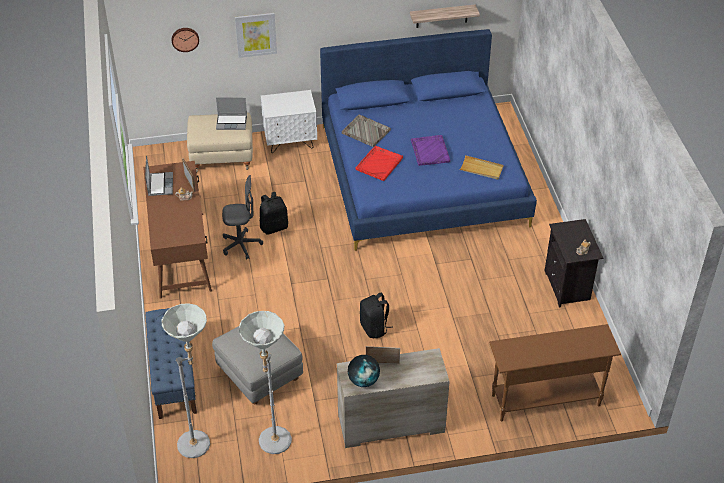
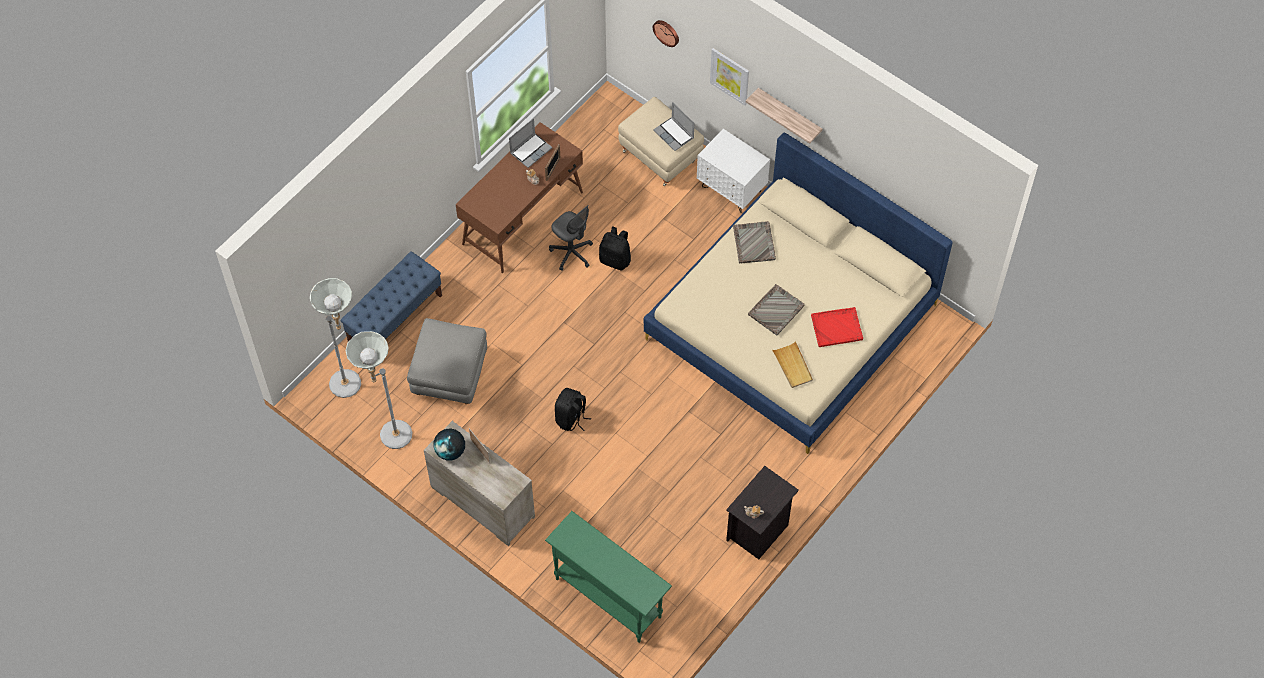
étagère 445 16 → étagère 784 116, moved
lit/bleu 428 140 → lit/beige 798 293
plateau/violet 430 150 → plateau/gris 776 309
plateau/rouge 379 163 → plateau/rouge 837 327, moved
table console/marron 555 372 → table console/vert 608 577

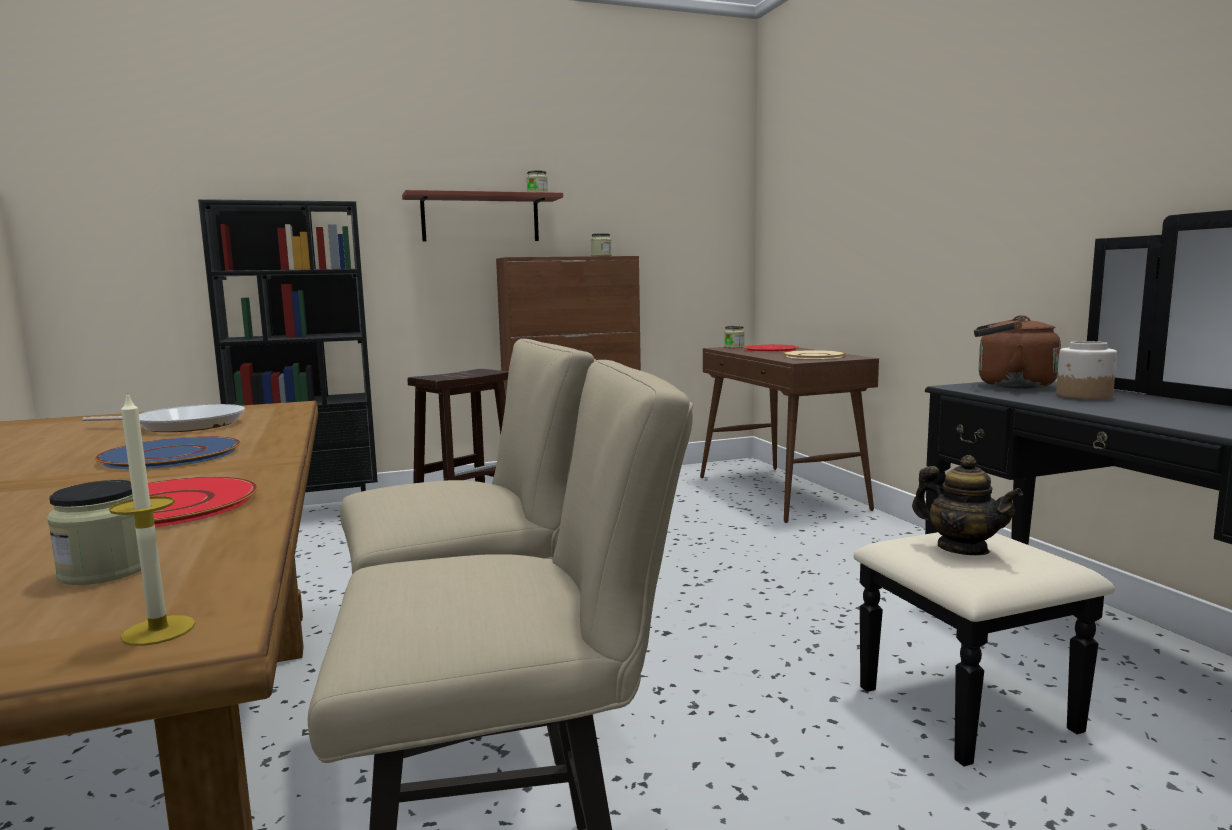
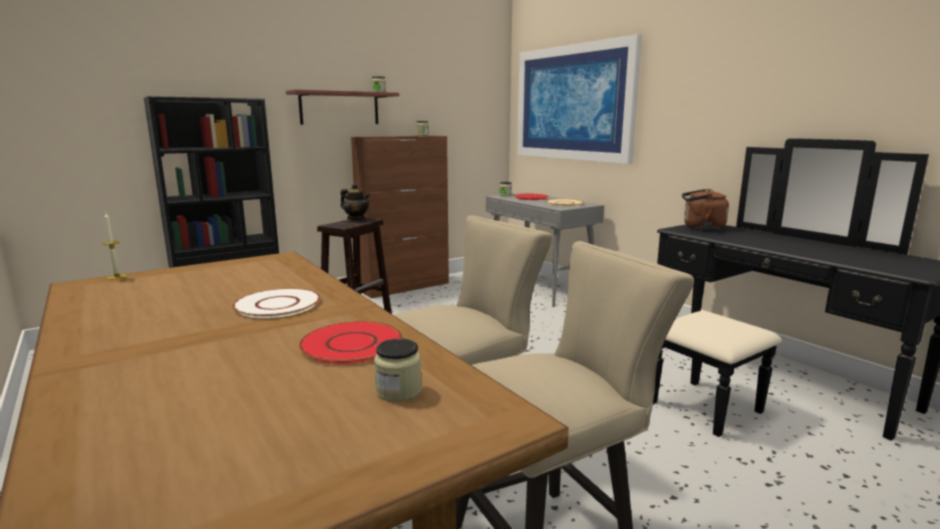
bocal 1086 370 → -
table console/marron 789 435 → table console/gris 545 249
bougie 152 518 → bougie 114 246, moved
poêle 163 418 → -
assiette/bleu 168 452 → assiette/blanc 276 303
théière 967 505 → théière 355 201, moved
- → tableau 579 99

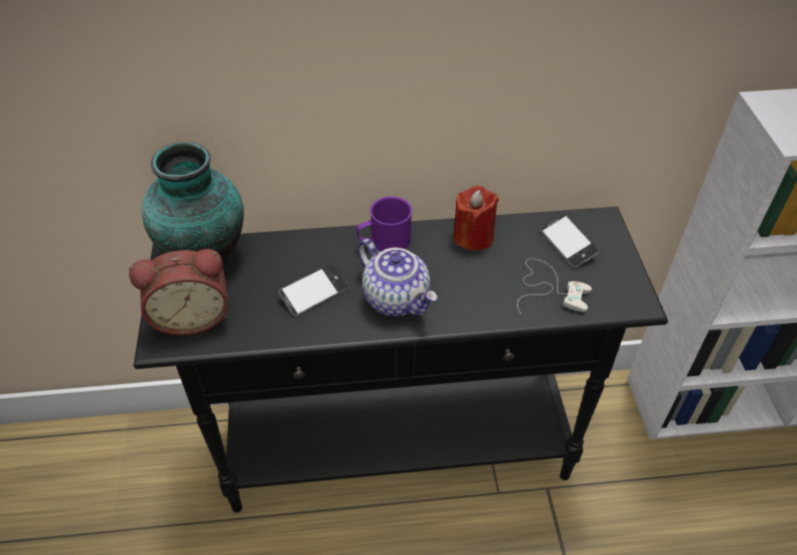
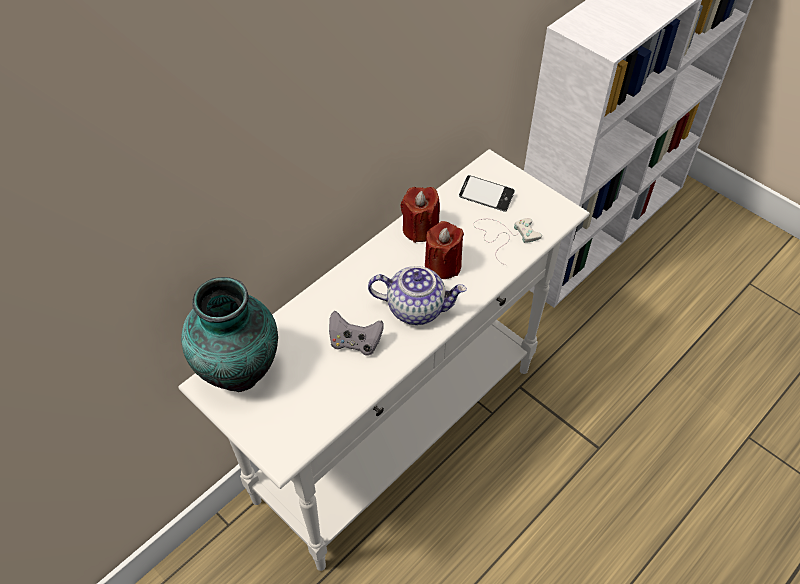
mug/violet 384 223 → -
table console/noir 401 360 → table console/blanc 384 360
réveil 178 292 → -
téléphone 314 289 → manette/gris 356 333
- → bougie/rouge 444 250

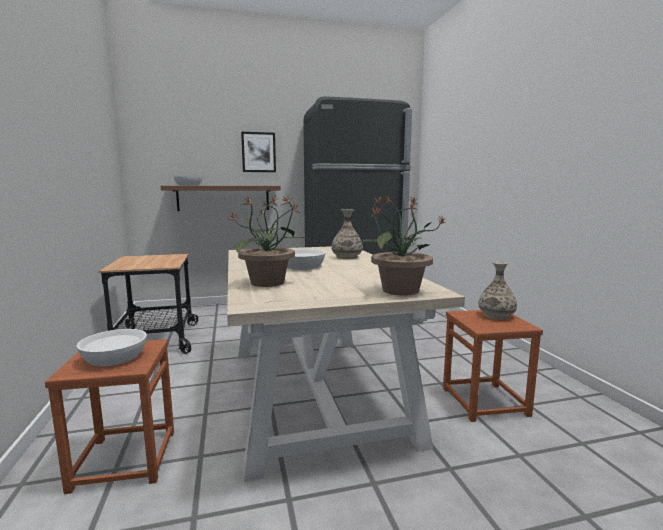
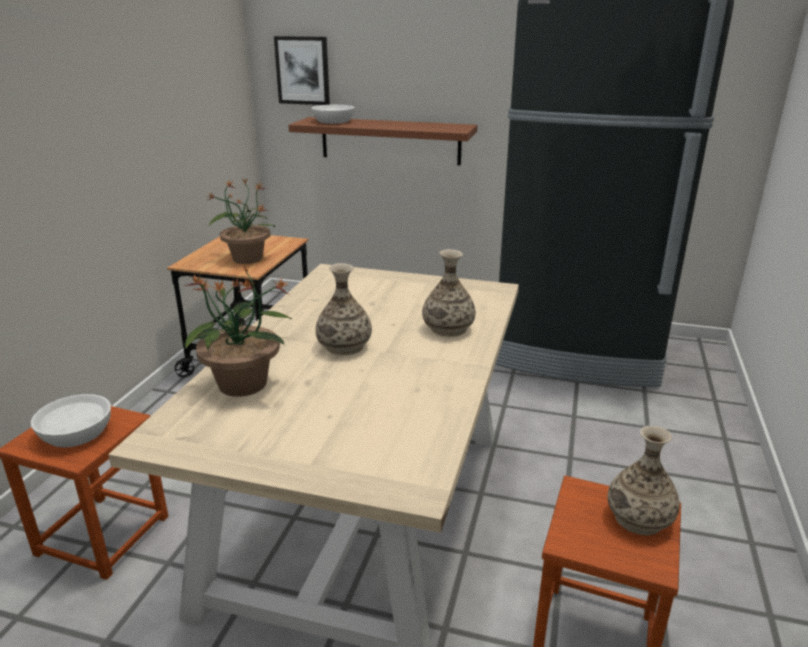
tableau 258 152 → tableau 302 70, moved
plante en pot 400 246 → plante en pot 240 221, moved
bol/blanc 306 259 → vase 343 309

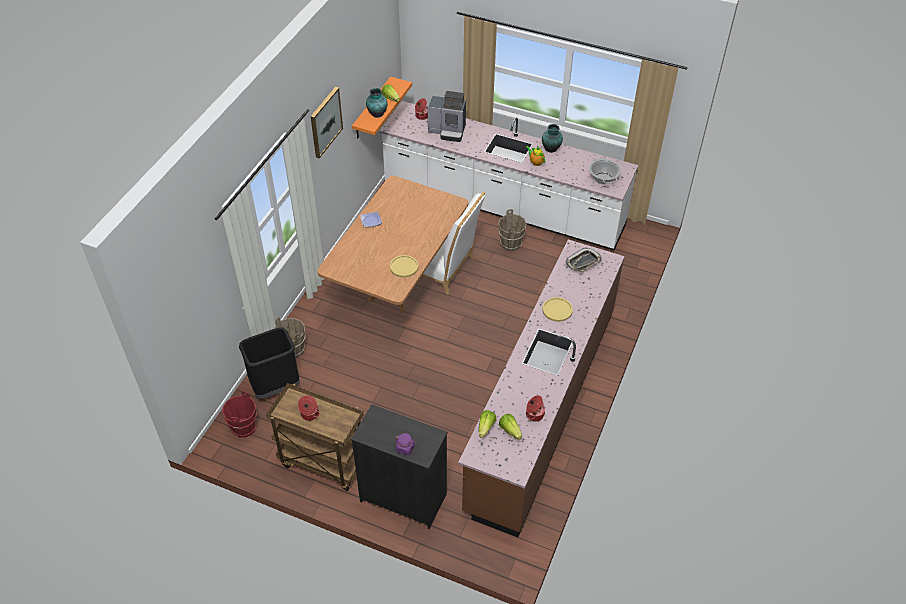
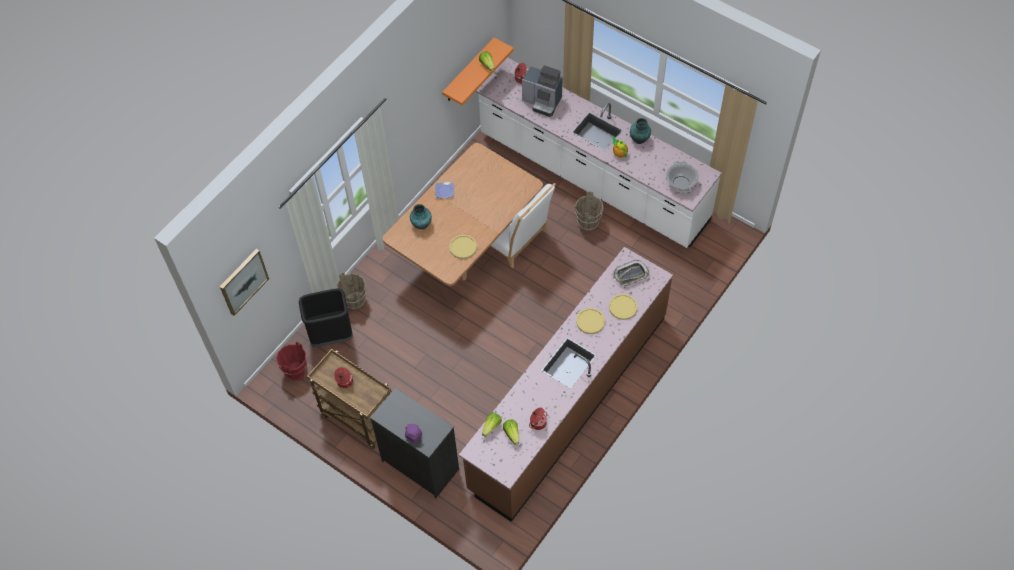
tableau 327 123 → tableau 244 282, moved
vase 376 103 → vase 421 217, moved
- → assiette/jaune 623 307

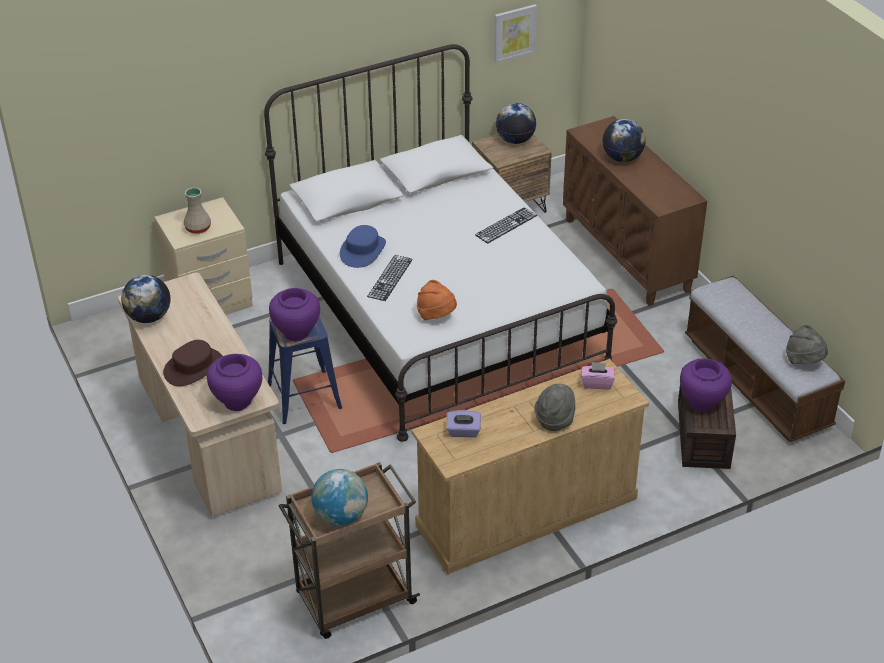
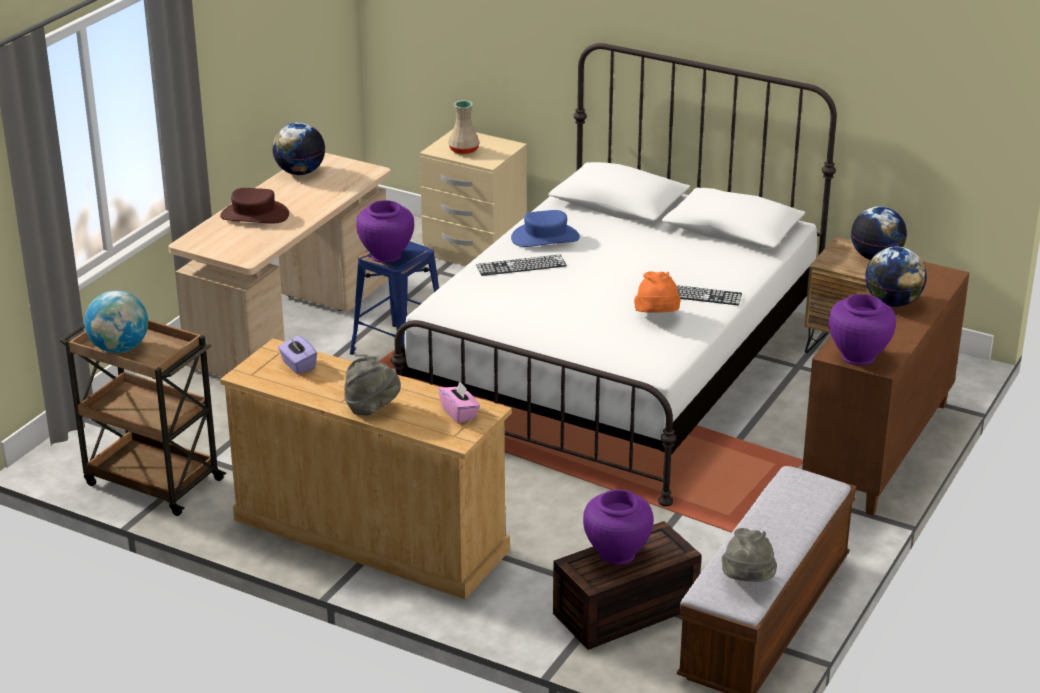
tableau 515 33 → -
chapeau/orange 437 300 → chapeau/orange 657 292, moved
vase/violet 234 382 → vase/violet 862 329, moved

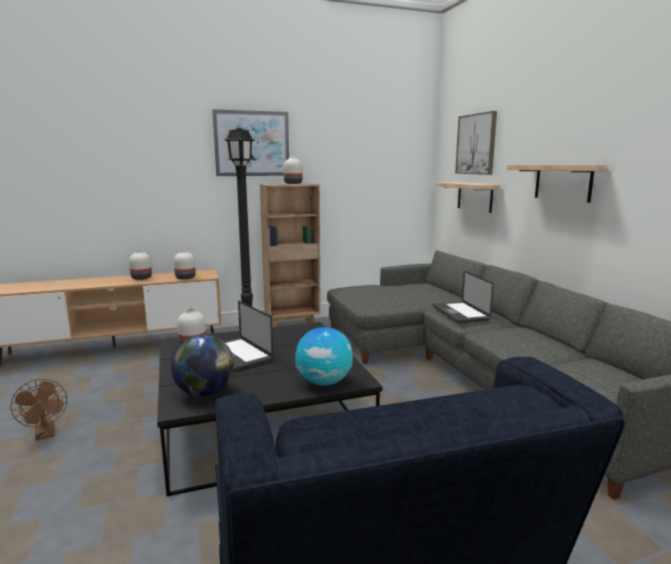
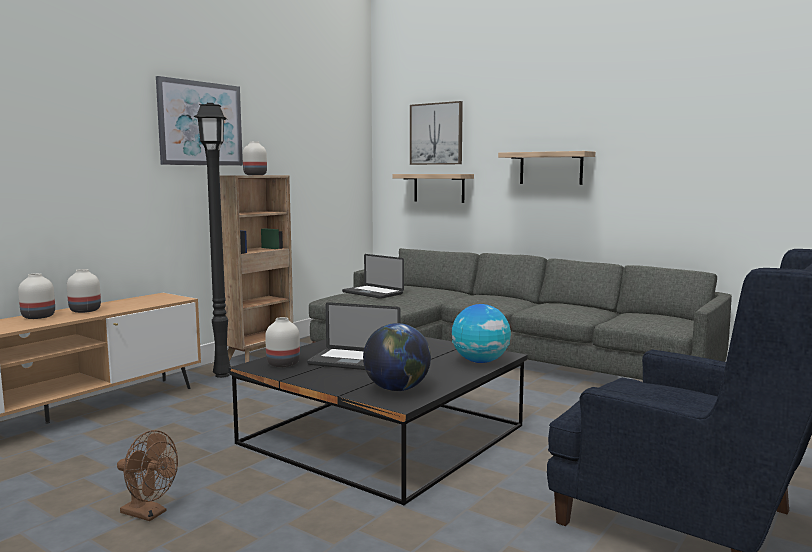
vase/blanc 185 265 → vase/blanc 36 296, moved
ordinateur portable 463 297 → ordinateur portable 373 276, moved

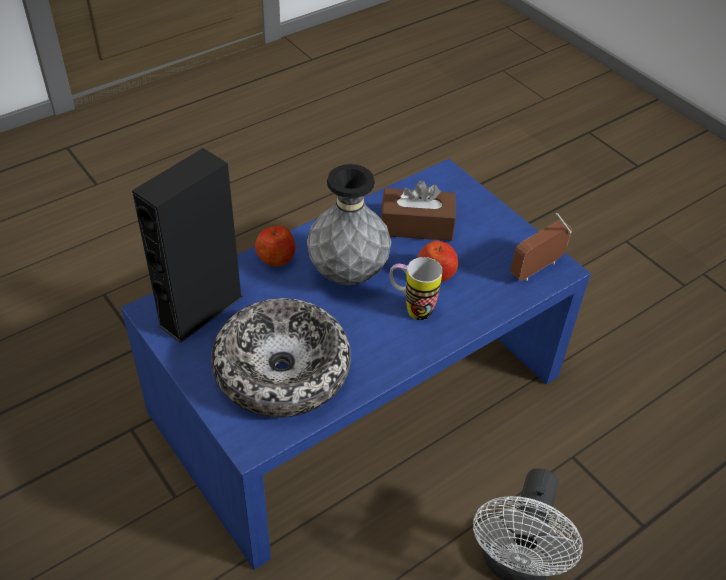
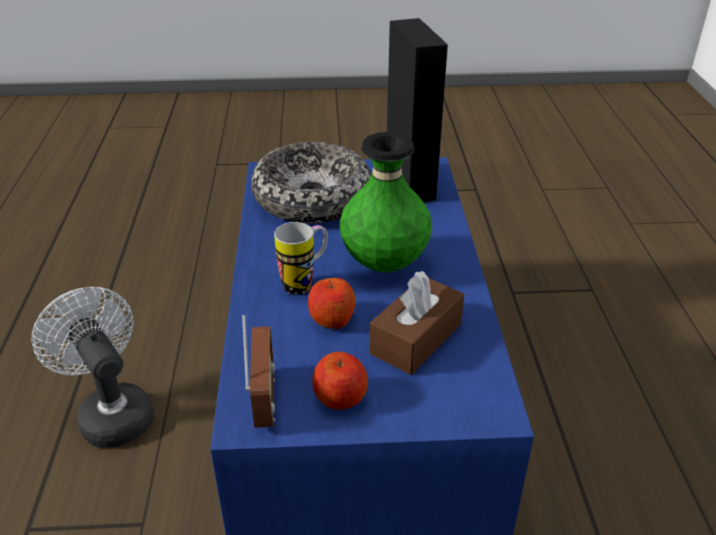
vase/gris 349 224 → vase/vert 385 202
pomme 275 246 → pomme 340 381, moved

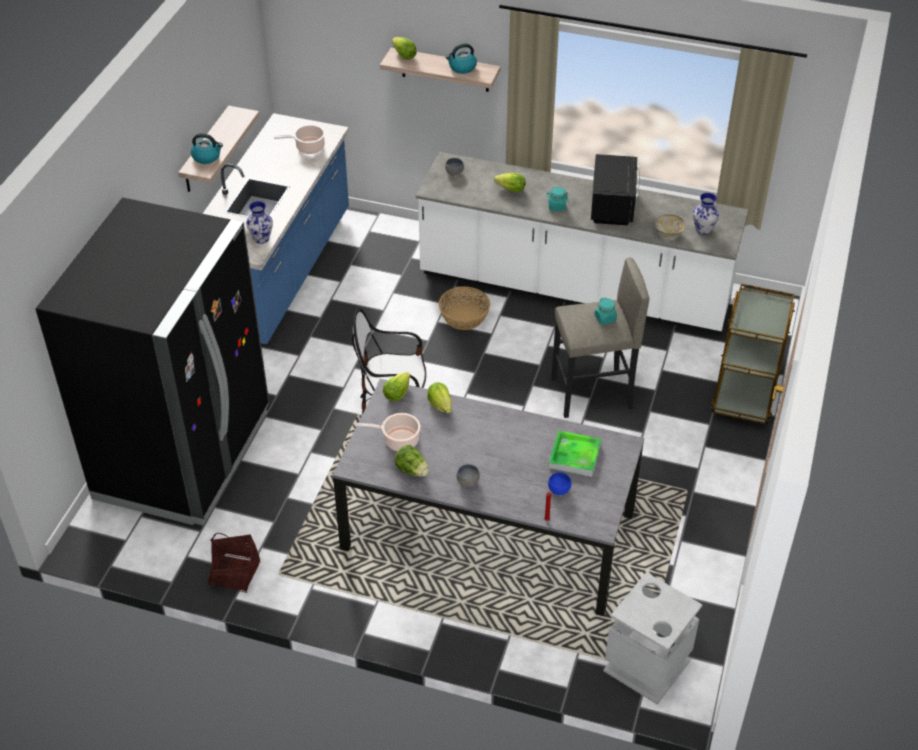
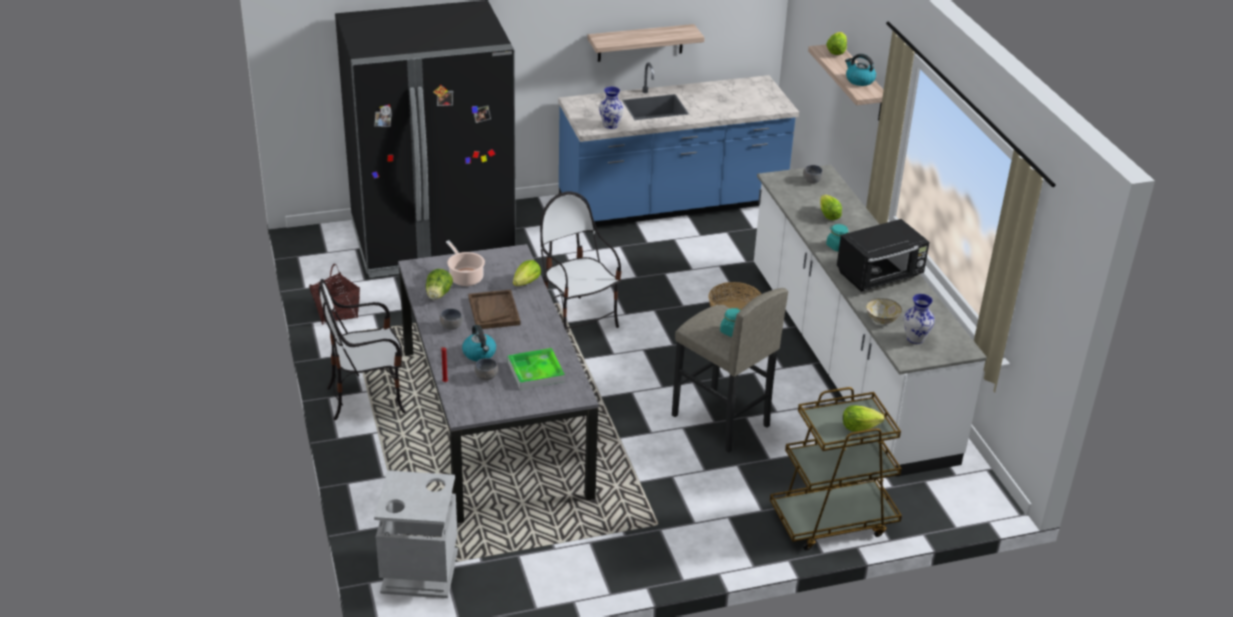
marmite 299 139 → -
bouilloire 207 148 → bouilloire 479 343, moved
laitue 396 387 → laitue 863 419, moved
bol/bleu 559 483 → bol/gris 486 369
- → chaise 362 349
- → plateau/marron 494 309

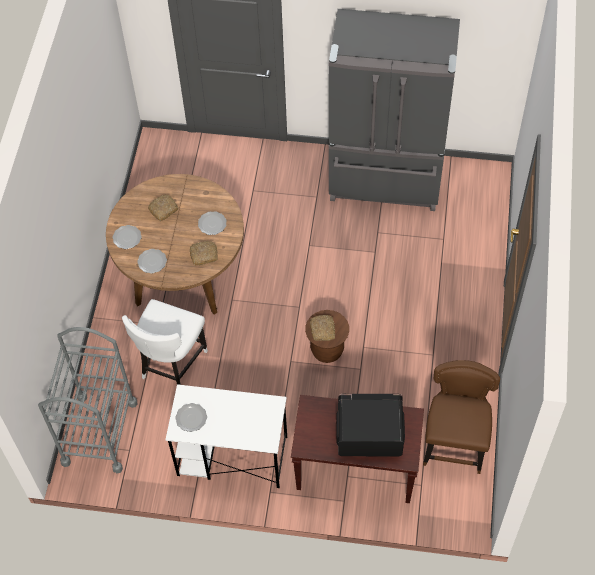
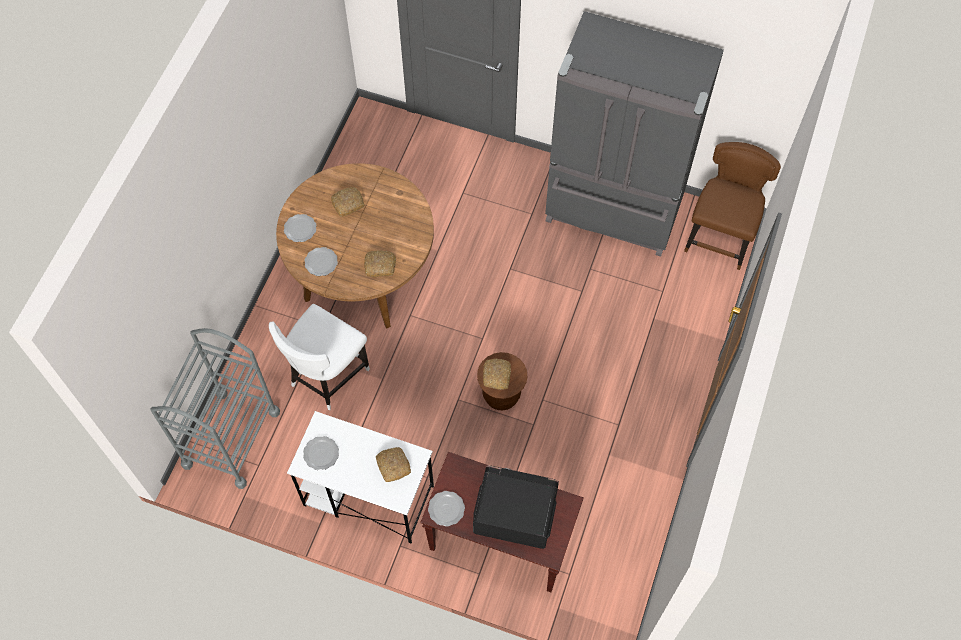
assiette 212 223 → assiette 446 508, moved
chaise/marron 461 417 → chaise/marron 732 206, moved
- → pain 393 464

